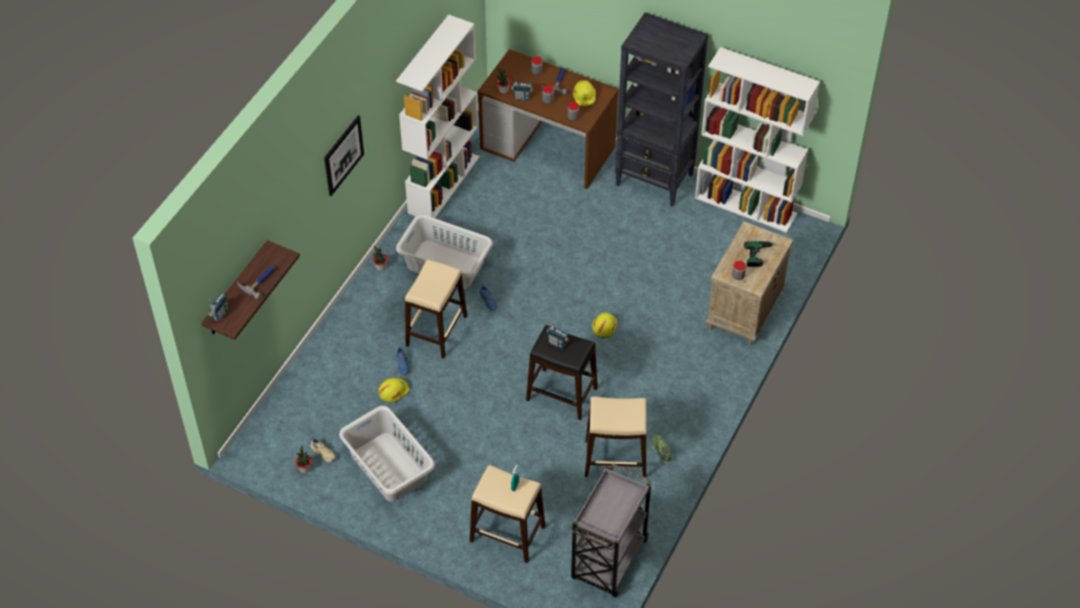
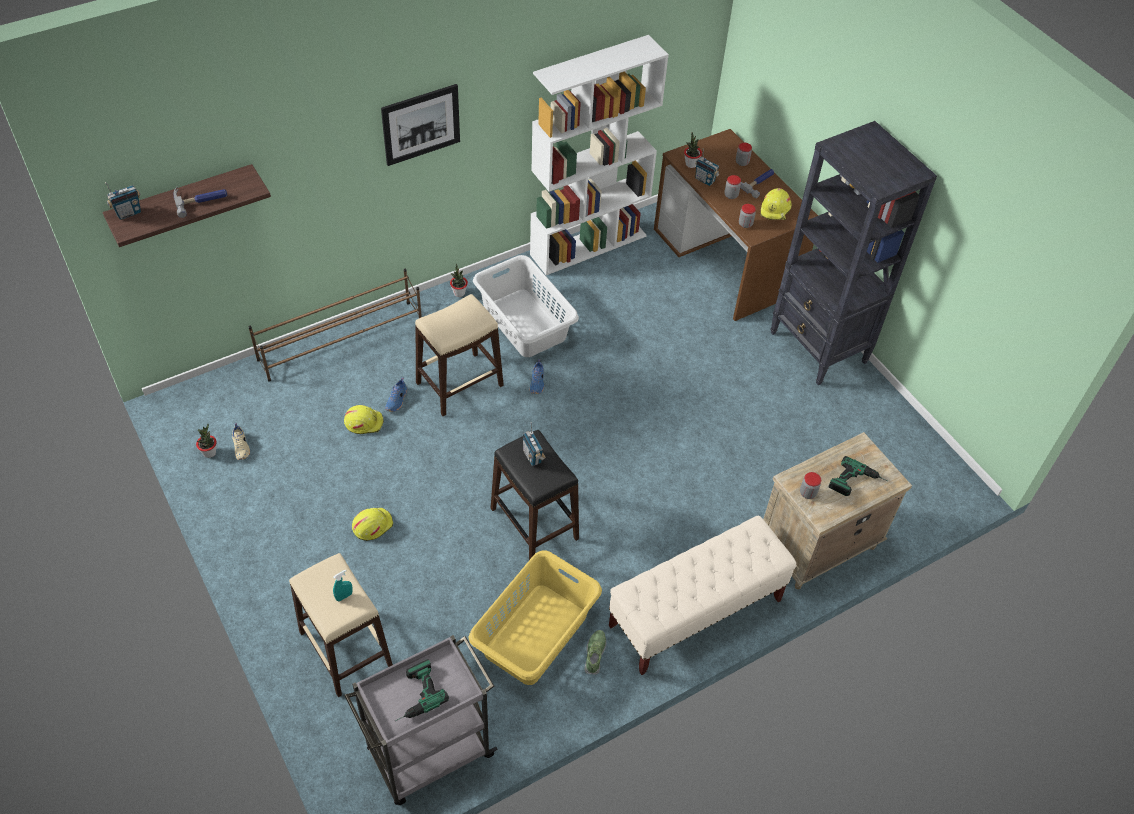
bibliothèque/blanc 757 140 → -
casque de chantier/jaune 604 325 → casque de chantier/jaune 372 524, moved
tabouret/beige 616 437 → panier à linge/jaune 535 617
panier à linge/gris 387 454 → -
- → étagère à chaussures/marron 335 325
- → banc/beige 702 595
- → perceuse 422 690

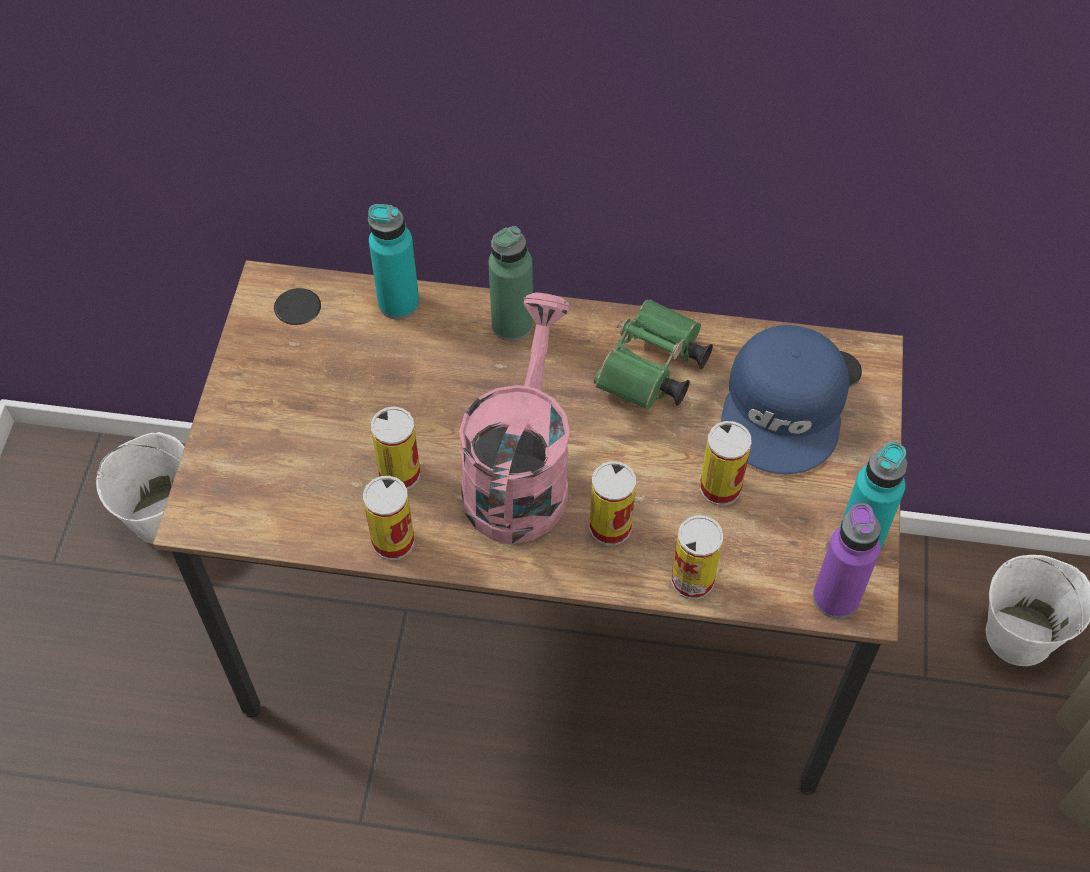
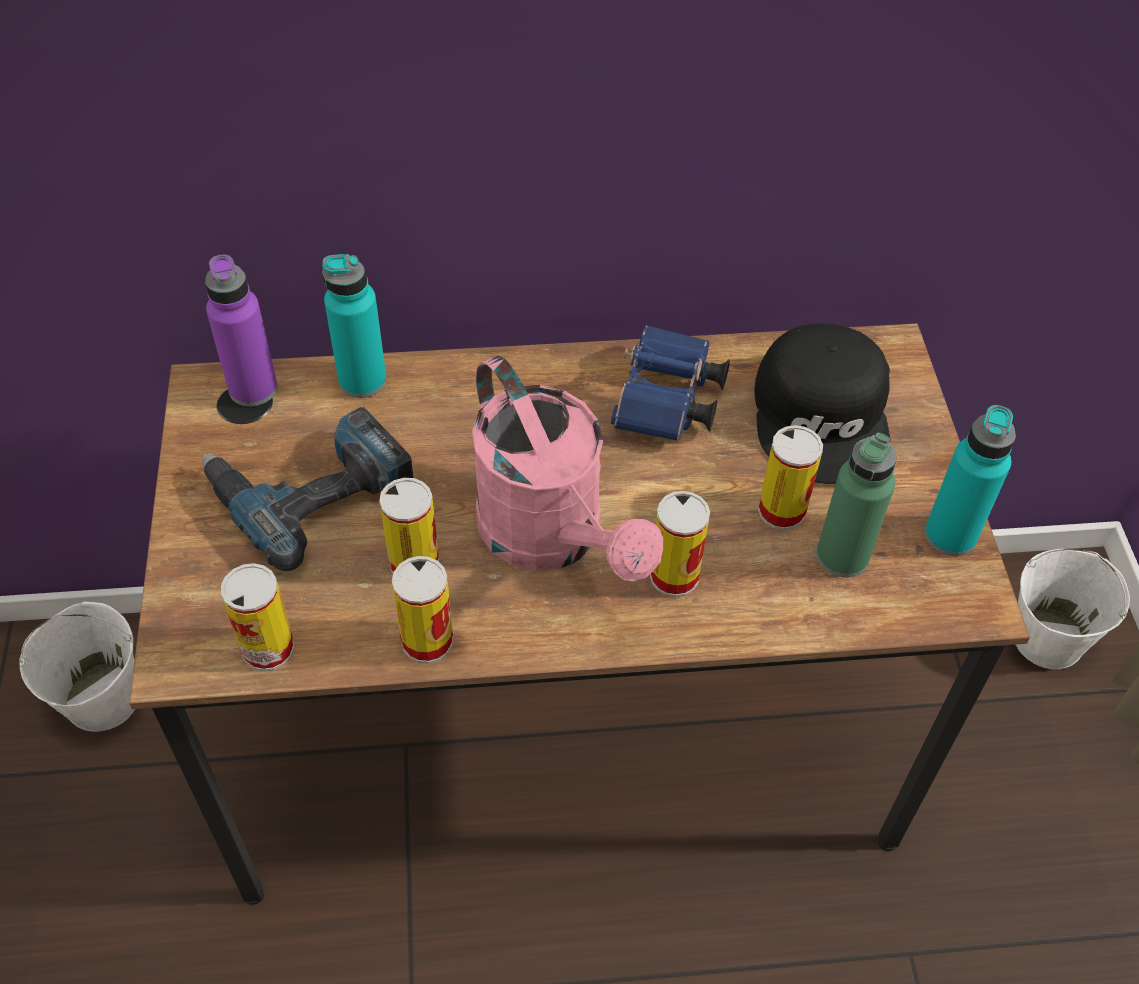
bouteille/vert 510 283 → bouteille/vert 856 505, moved
arrosoir/rose 514 418 → arrosoir/rose 567 468, 150 degrees clockwise
jumelles/vert 653 355 → jumelles/bleu 670 383
casquette/bleu 785 399 → casquette/noir 822 403
bouteille/violet 847 561 → bouteille/violet 241 330, moved
boîte métallique 697 557 → boîte métallique 257 617, moved
- → perceuse 308 489

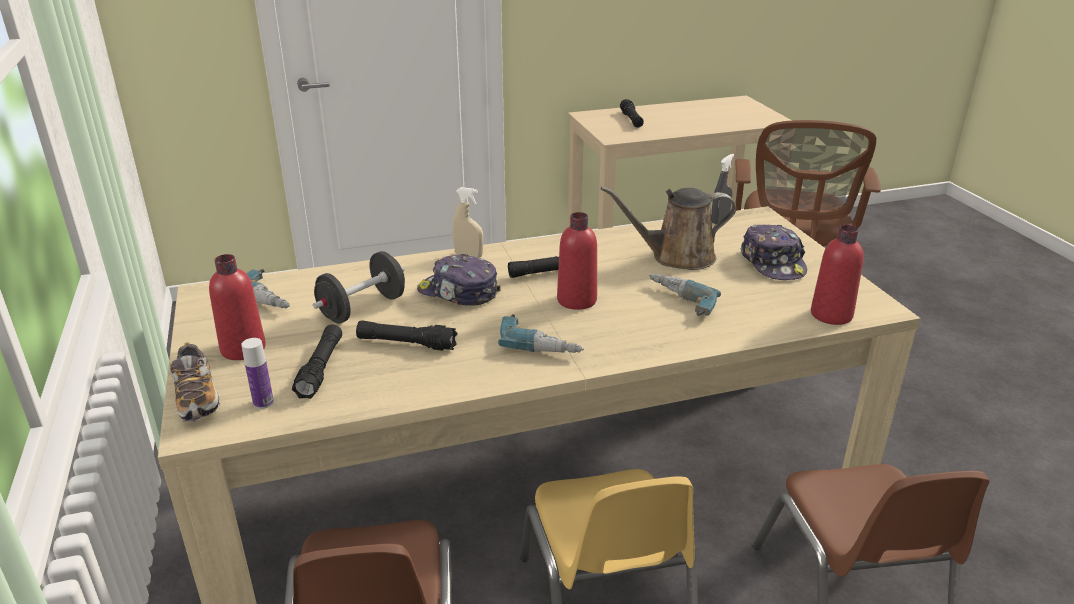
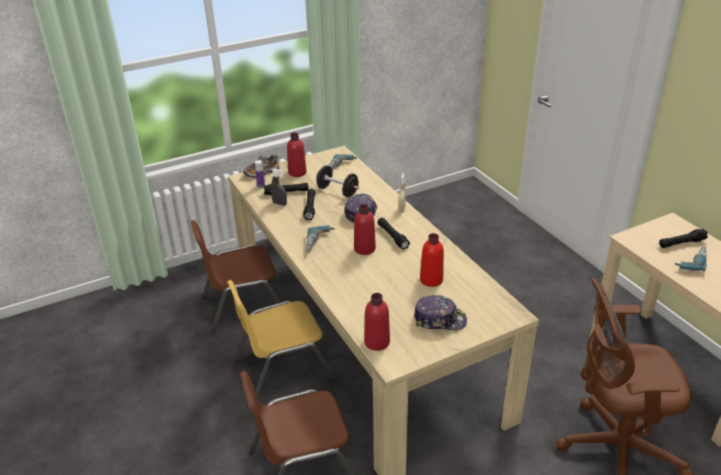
vaporisateur/gris 722 189 → vaporisateur/gris 279 187, moved
arrosoir/marron 668 228 → bouteille/rouge 432 260
casquette 774 252 → casquette 440 312, 150 degrees counterclockwise
perceuse 685 294 → perceuse 691 258, moved

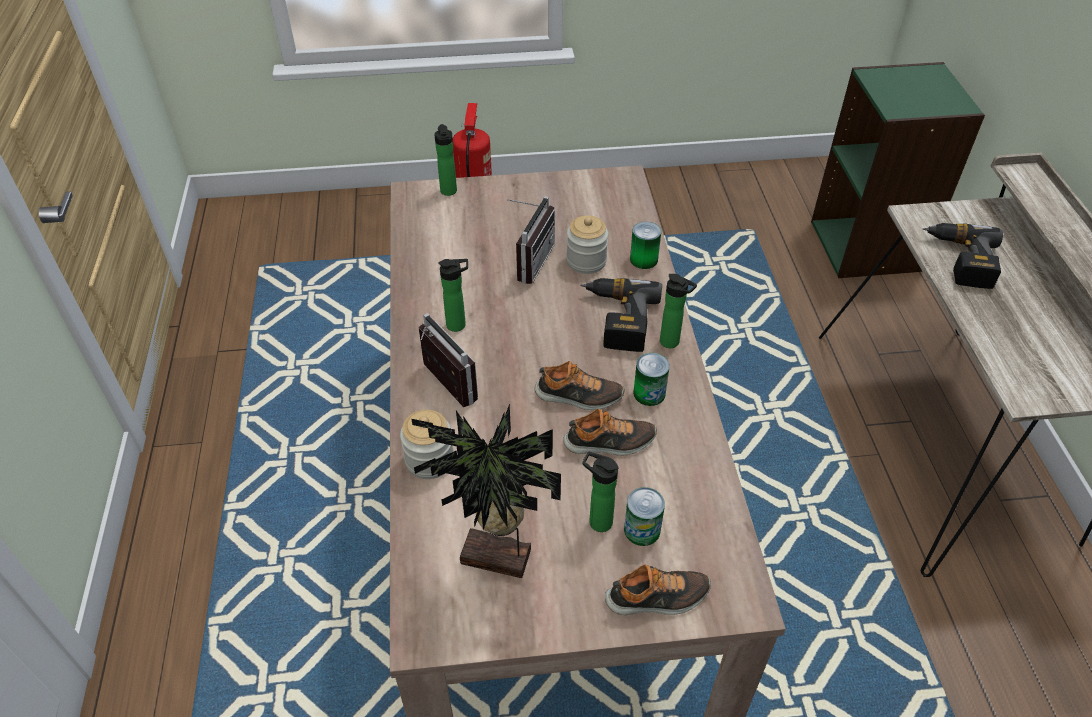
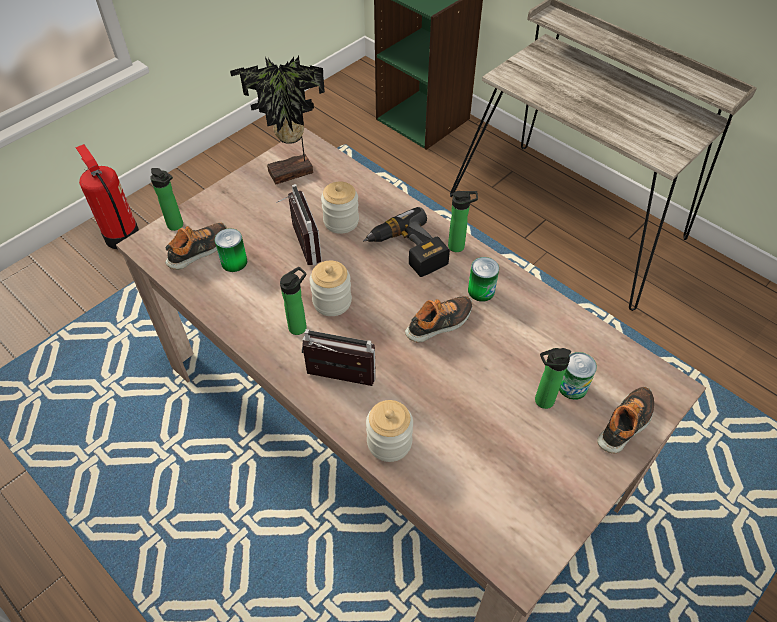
boîte métallique 645 245 → boîte métallique 231 250, moved
perceuse 963 256 → -
plante en pot 486 491 → plante en pot 277 120, moved
chaussure 610 432 → chaussure 196 246, moved
- → bocal 331 288

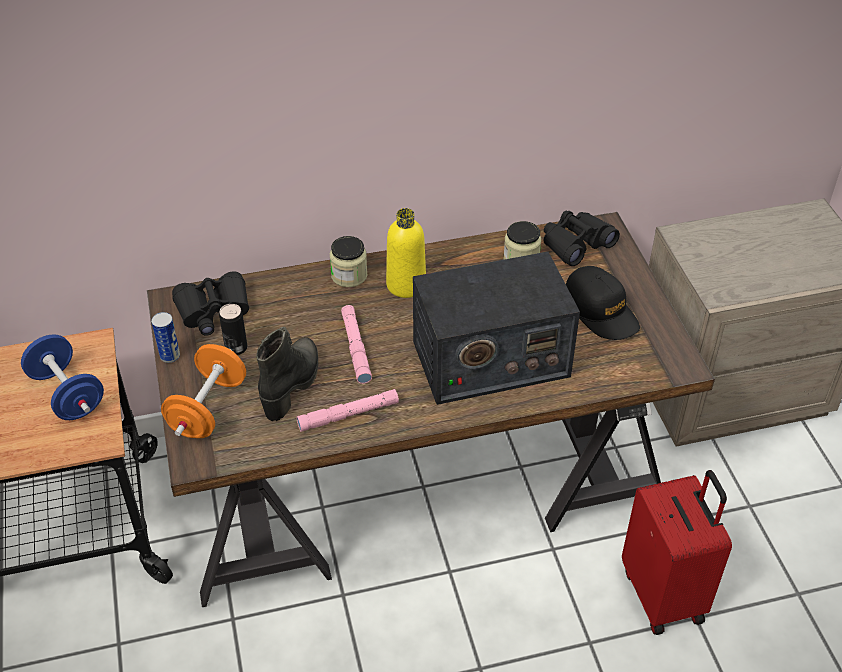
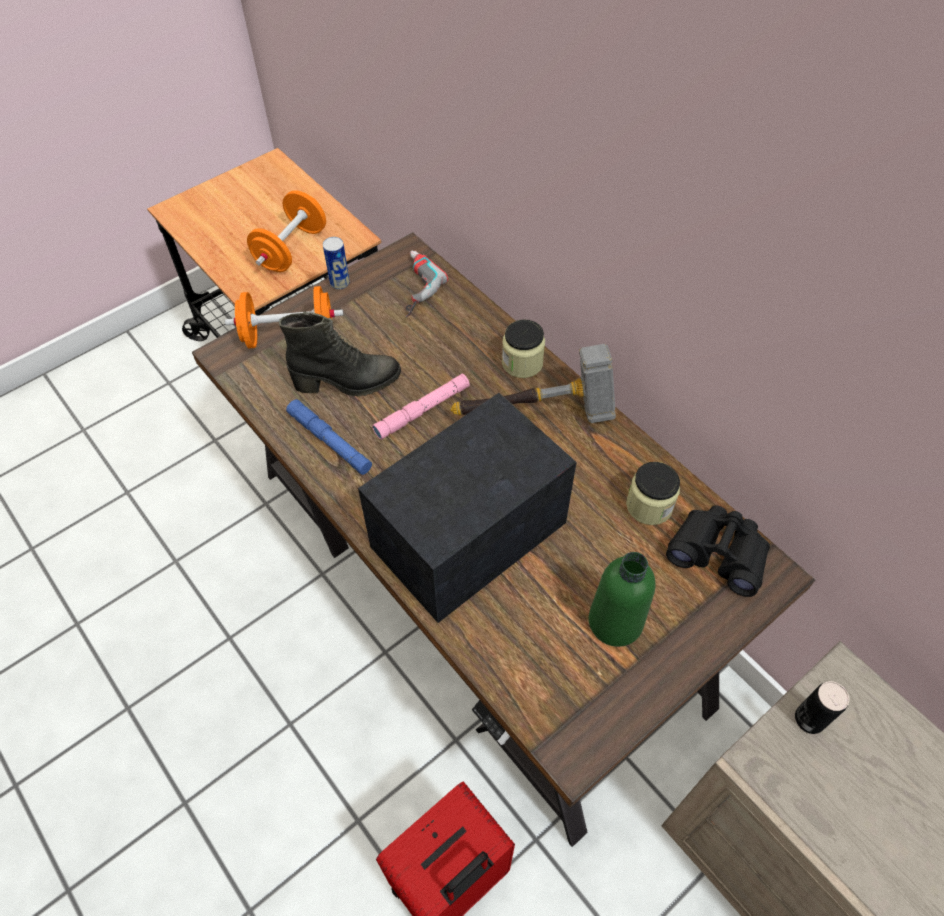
bouteille/jaune 406 253 → marteau 533 383
radio 496 328 → radio 467 508, 90 degrees clockwise
casquette/noir 603 303 → bouteille/vert 622 599
jumelles/noir 210 303 → perceuse 426 284
boîte métallique 233 329 → boîte métallique 822 707, moved
haltère/bleu 62 377 → haltère/orange 286 231
lampe de poche/rose 347 410 → lampe de poche/bleu 329 437

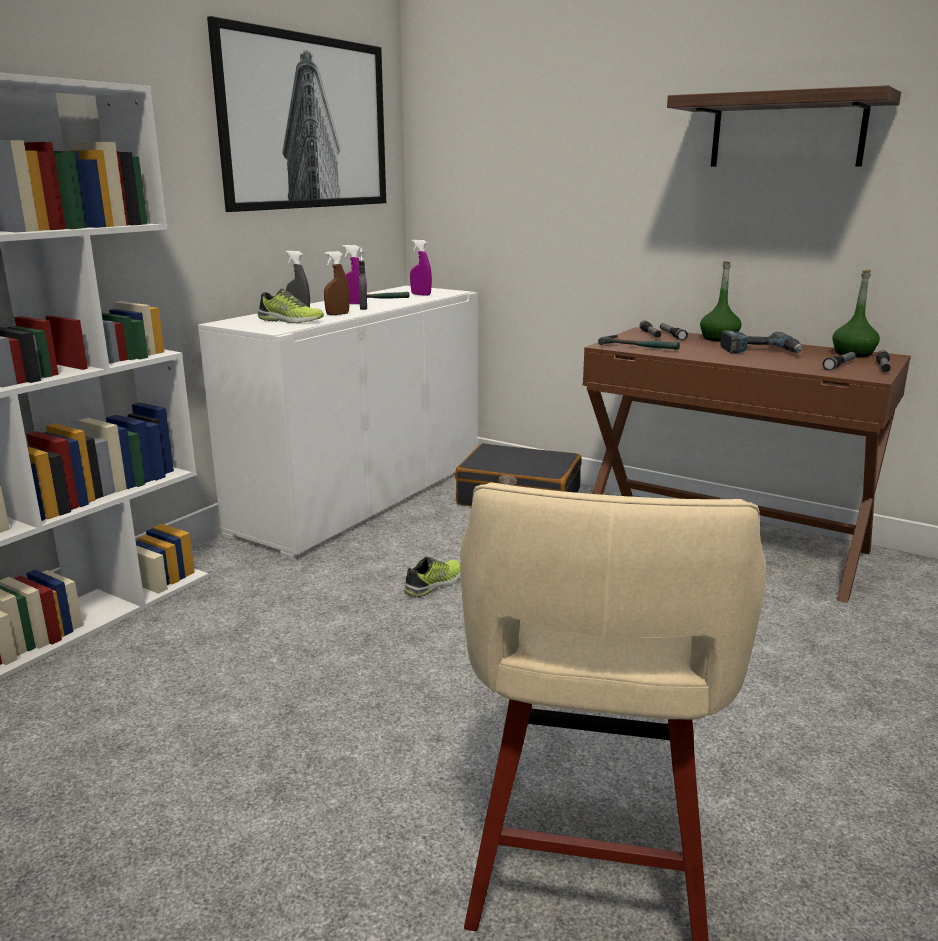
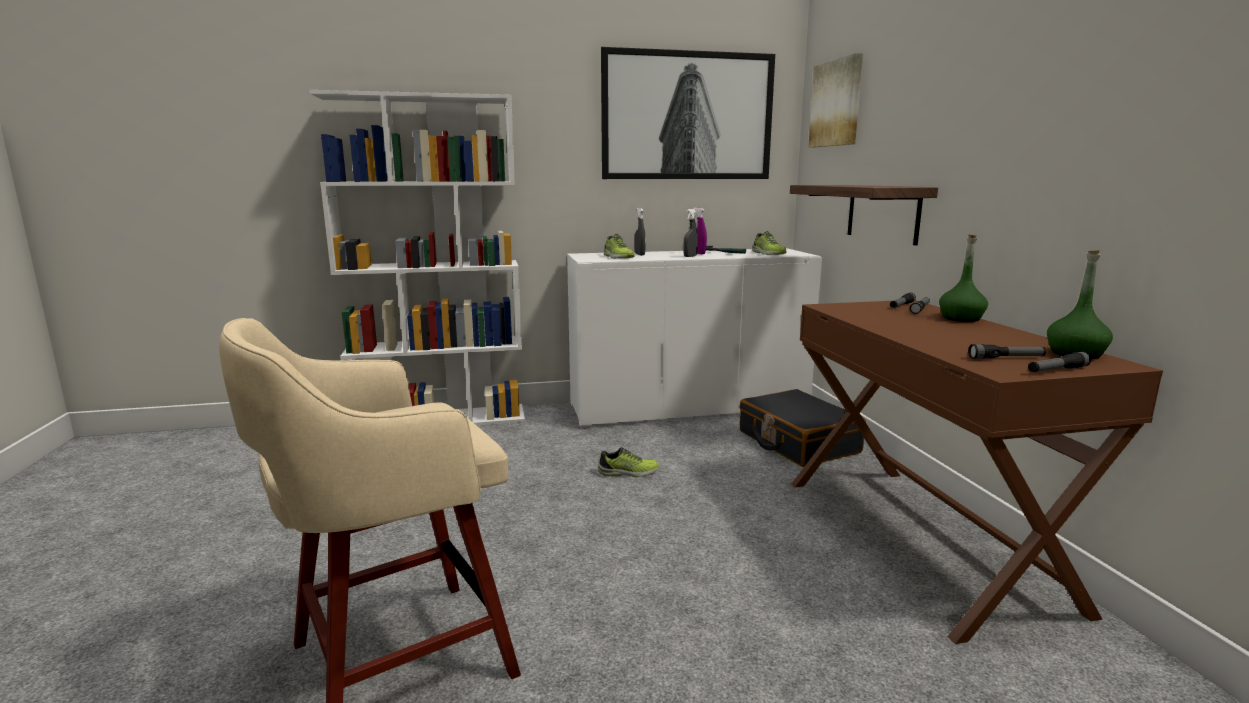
étagère 784 126 → étagère 864 215, moved
vaporisateur/violet 421 267 → chaussure 769 243
vaporisateur/marron 336 283 → -
perceuse 761 341 → -
marteau 639 342 → -
- → tableau 835 100

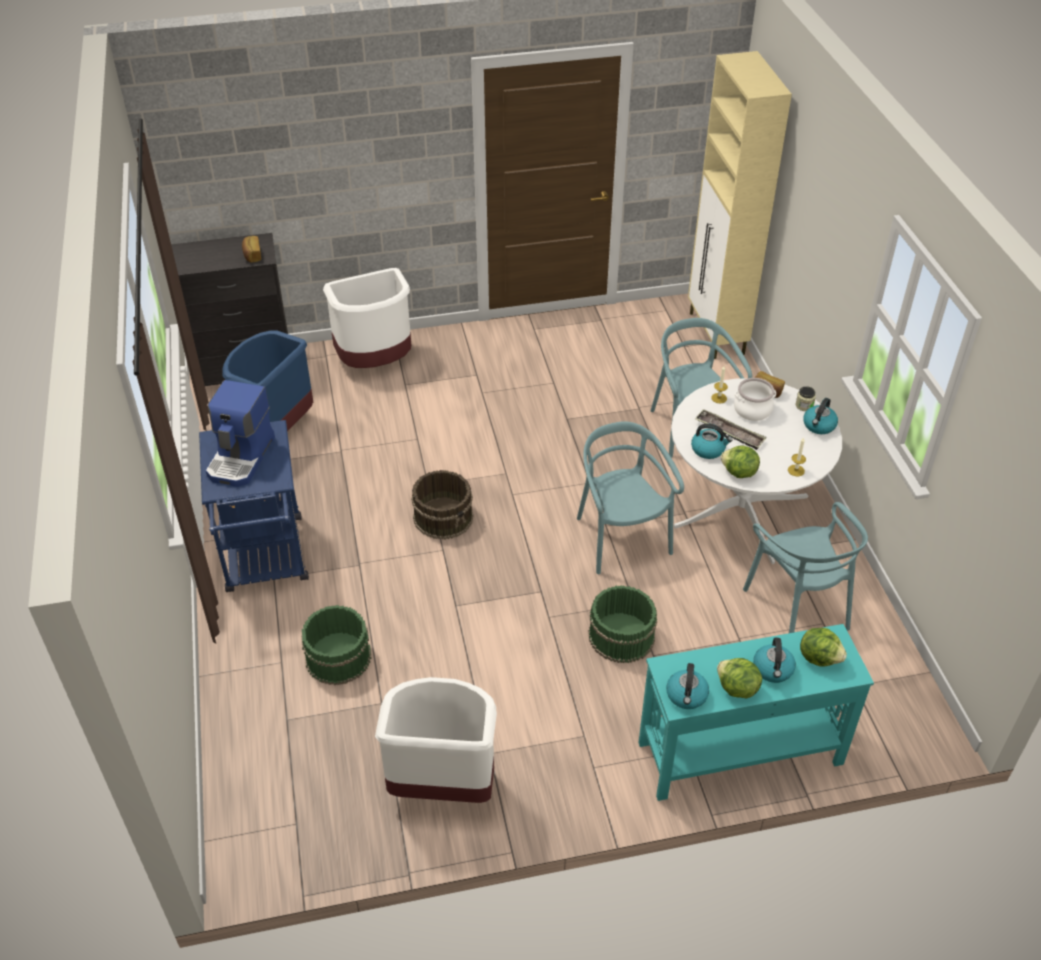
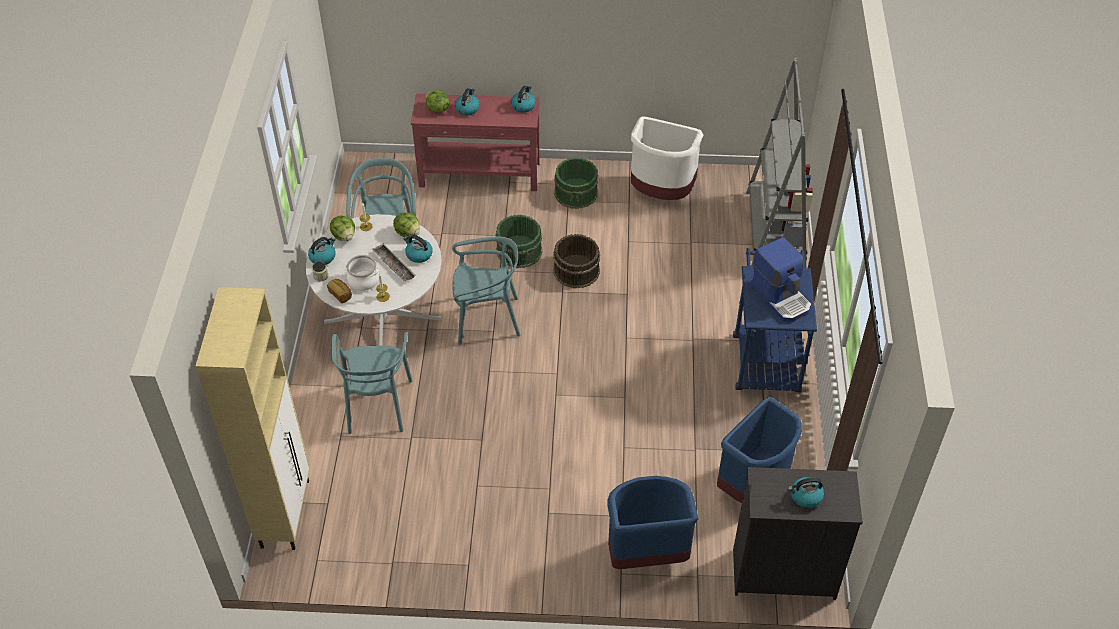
pain 251 249 → -
poubelle/blanc 367 318 → poubelle/bleu 653 522
machine à café 240 433 → machine à café 780 280, 120 degrees clockwise
chaise/turquoise 630 497 → chaise/turquoise 486 291, 90 degrees counterclockwise
seau/marron 442 504 → seau/marron 576 261, moved
seau/vert 336 645 → seau/vert 576 183, moved
table console/turquoise 756 712 → table console/rouge 475 142
laitue 739 678 → laitue 342 228, moved
- → bibliothèque/gris 779 163
- → bouilloire 806 492

